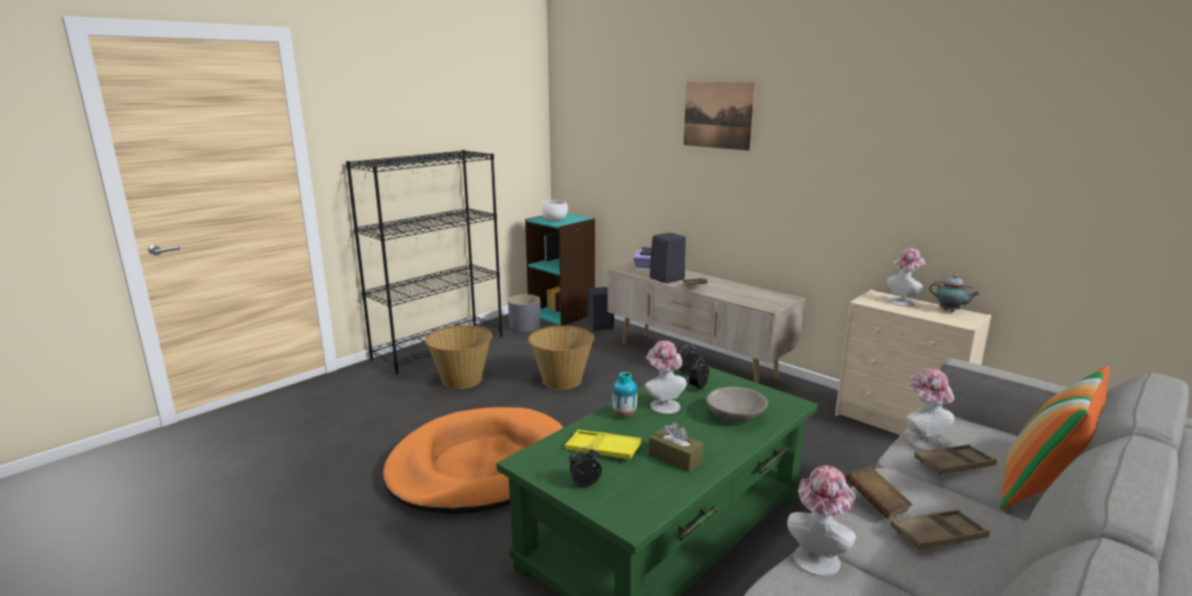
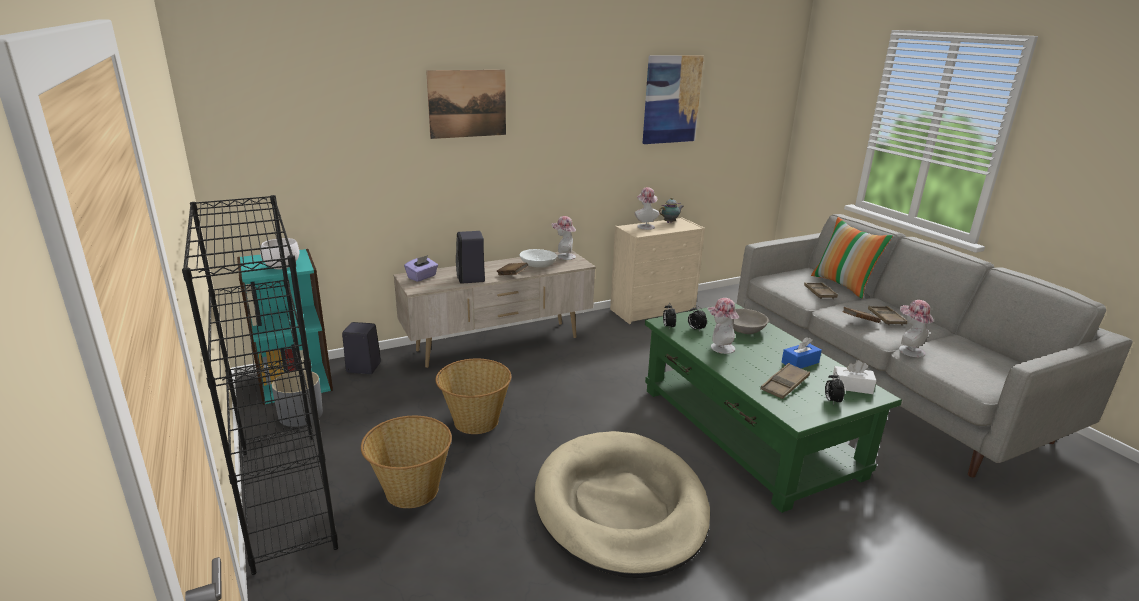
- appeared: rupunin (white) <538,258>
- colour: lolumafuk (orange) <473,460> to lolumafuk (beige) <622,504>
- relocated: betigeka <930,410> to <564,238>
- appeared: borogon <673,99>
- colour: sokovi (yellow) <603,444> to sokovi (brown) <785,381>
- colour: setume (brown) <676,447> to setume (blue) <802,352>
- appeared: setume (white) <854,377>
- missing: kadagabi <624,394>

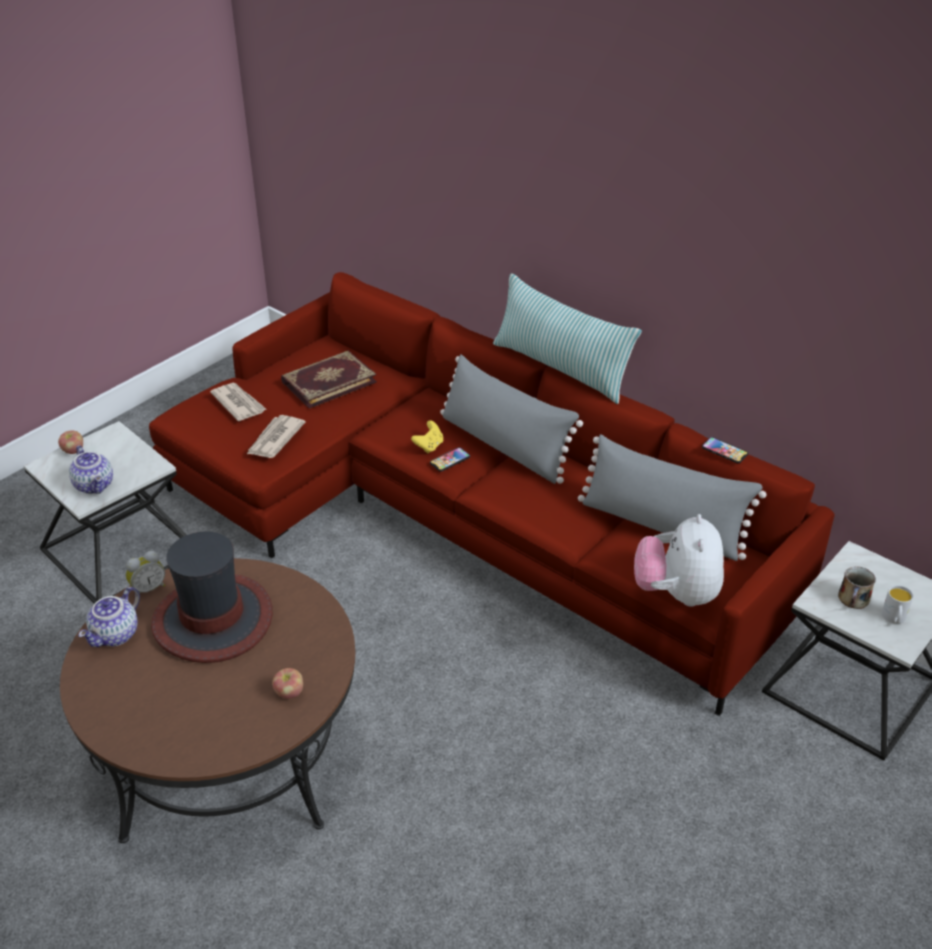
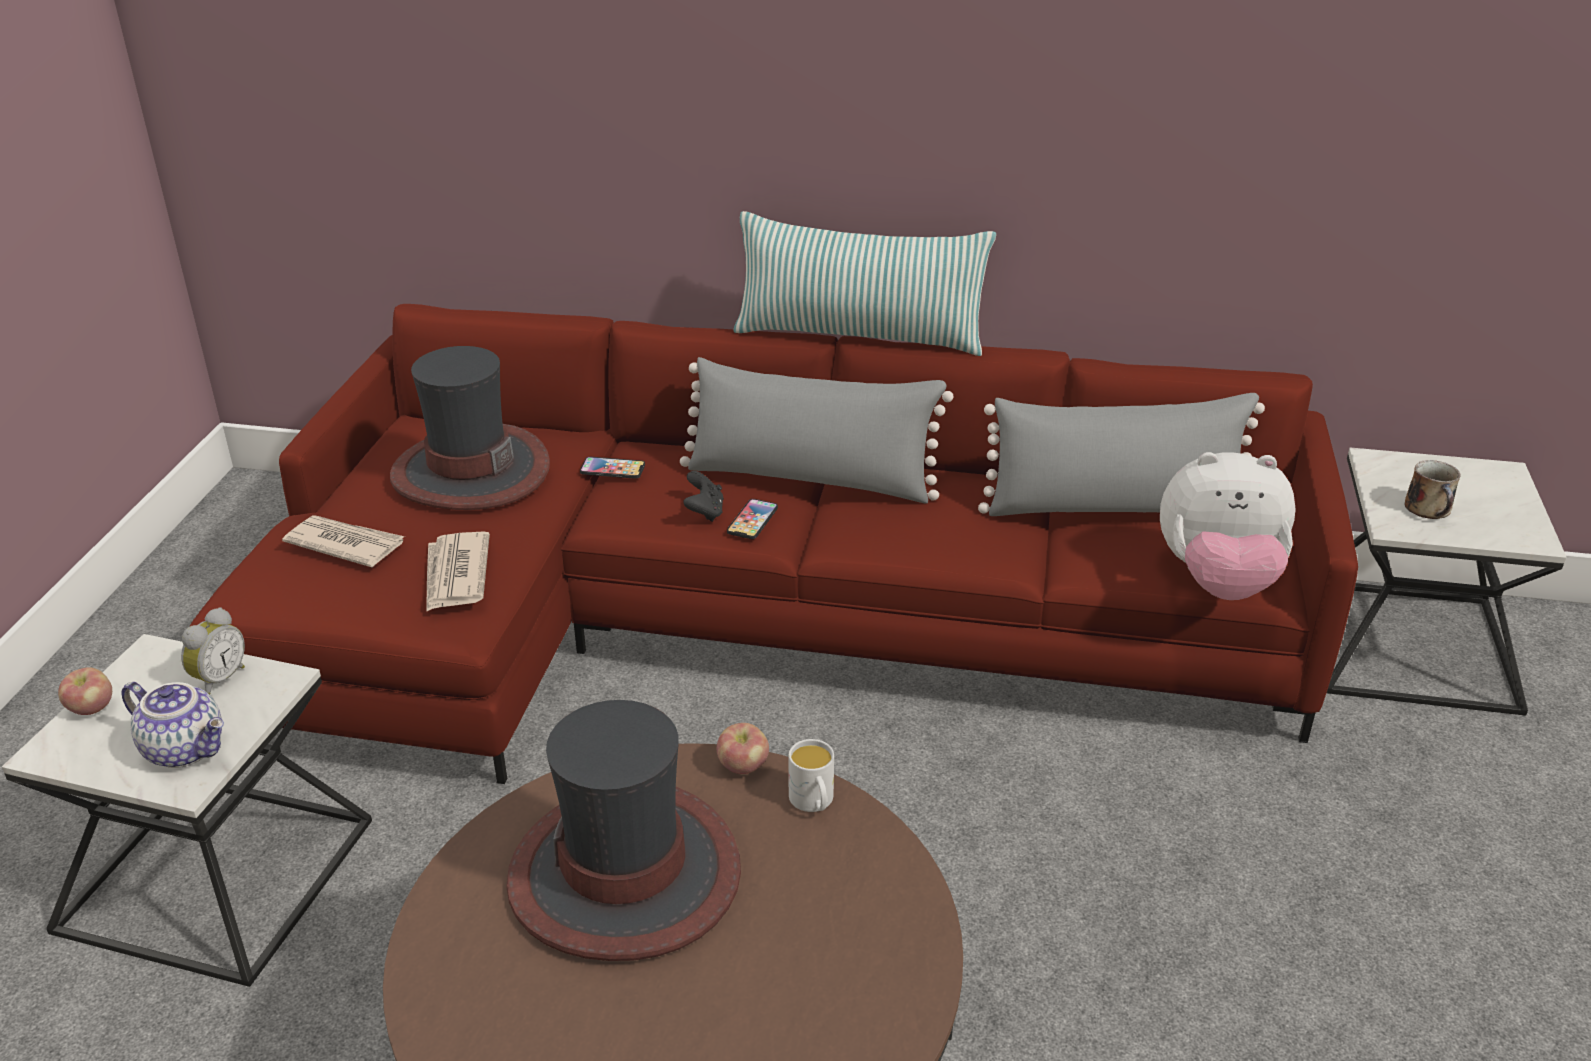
- relocated: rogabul <145,572> to <213,650>
- exchanged: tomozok <329,380> to betigeka <470,428>
- relocated: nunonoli <725,450> to <612,468>
- colour: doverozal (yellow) <427,436> to doverozal (black) <703,496>
- relocated: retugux <287,683> to <743,748>
- relocated: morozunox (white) <898,604> to <811,775>
- spun: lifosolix <679,560> = <1228,526> 60 degrees counterclockwise
- missing: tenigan <109,617>

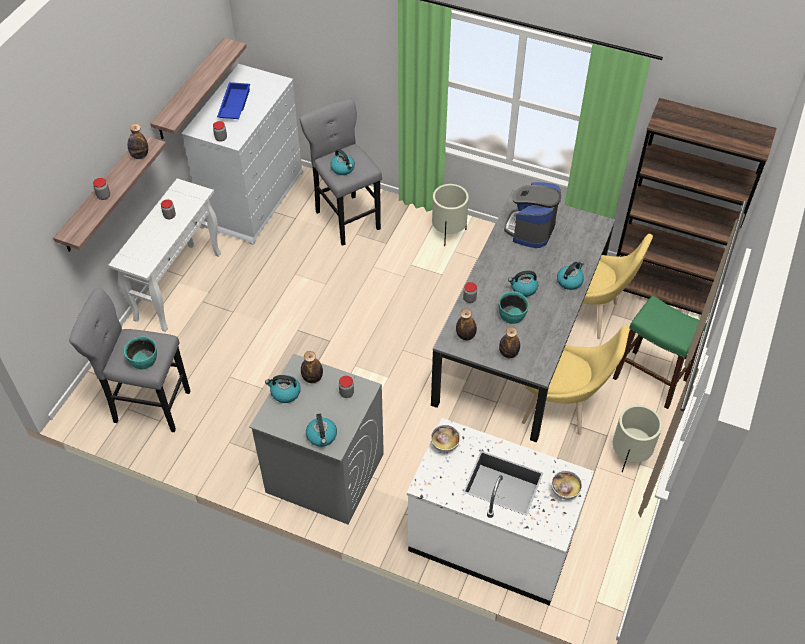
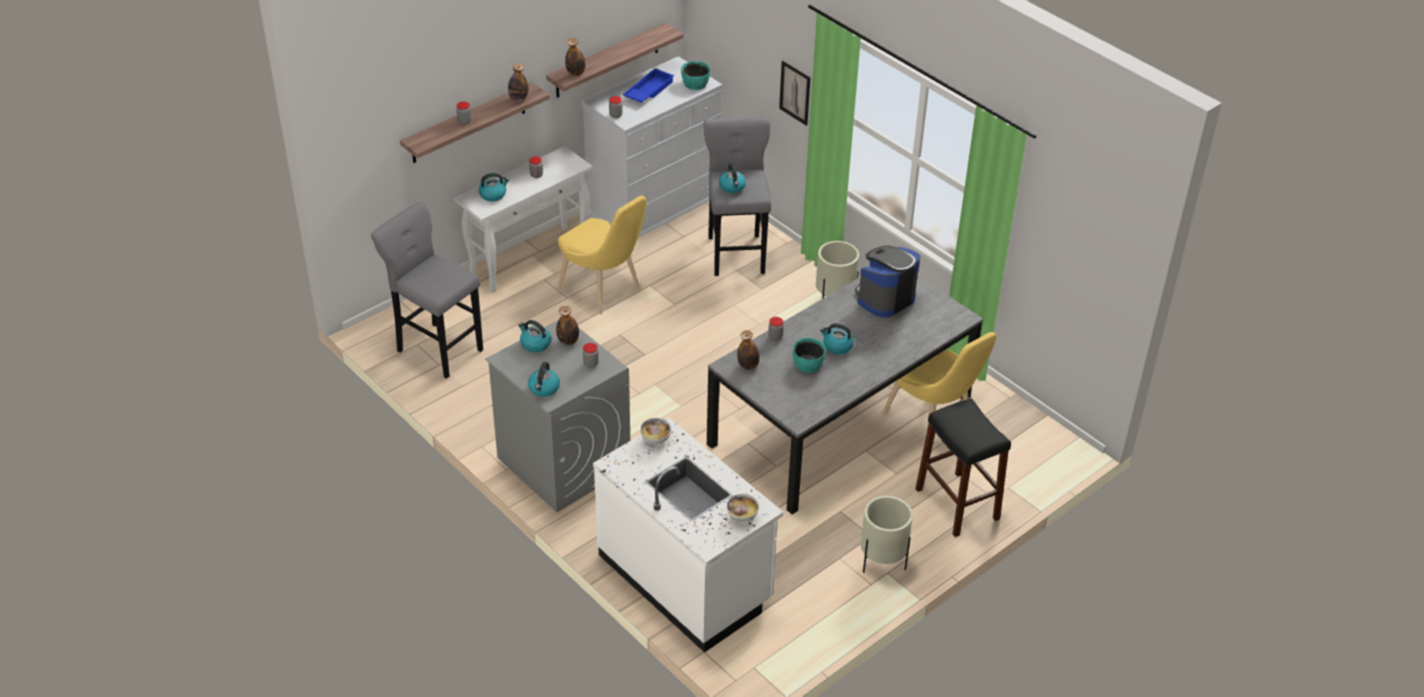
- relocated: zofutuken <570,275> to <494,187>
- relocated: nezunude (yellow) <576,380> to <602,255>
- relocated: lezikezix <509,342> to <575,57>
- relocated: rupunin (turquoise) <140,352> to <696,75>
- appeared: borogon <794,93>
- colour: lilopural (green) <659,352> to lilopural (black) <963,467>
- missing: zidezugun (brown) <696,206>

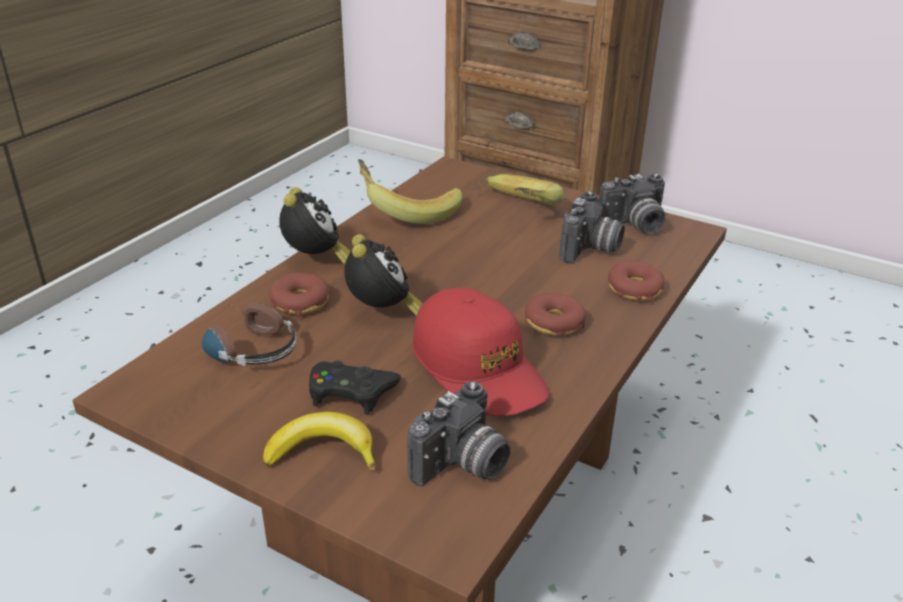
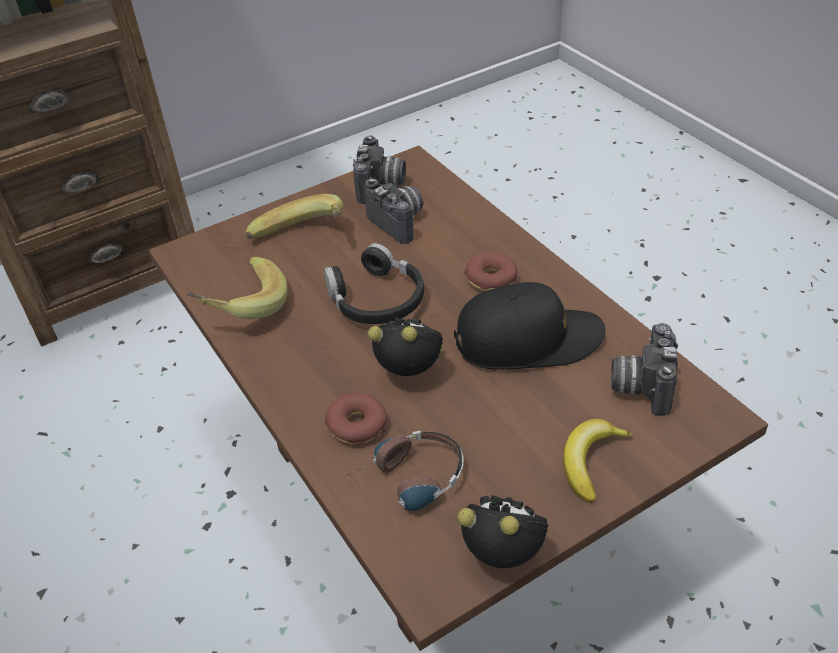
- appeared: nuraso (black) <374,283>
- colour: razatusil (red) <481,352> to razatusil (black) <529,326>
- relocated: rogabul <315,226> to <502,531>
- spun: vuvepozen <459,434> = <644,369> 150 degrees counterclockwise
- missing: doverozal (black) <355,388>
- missing: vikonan <636,281>

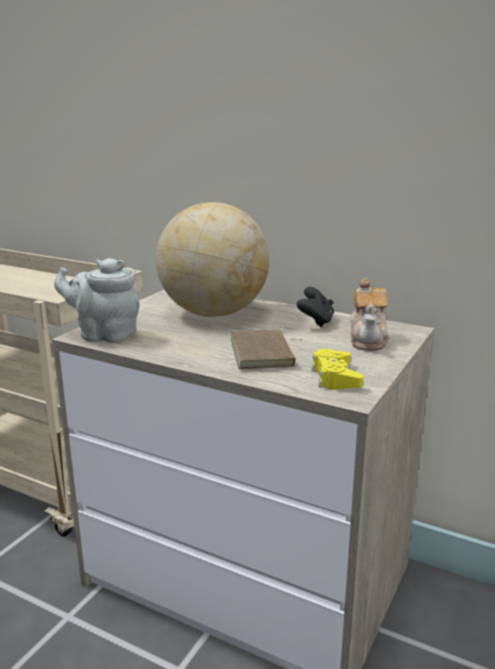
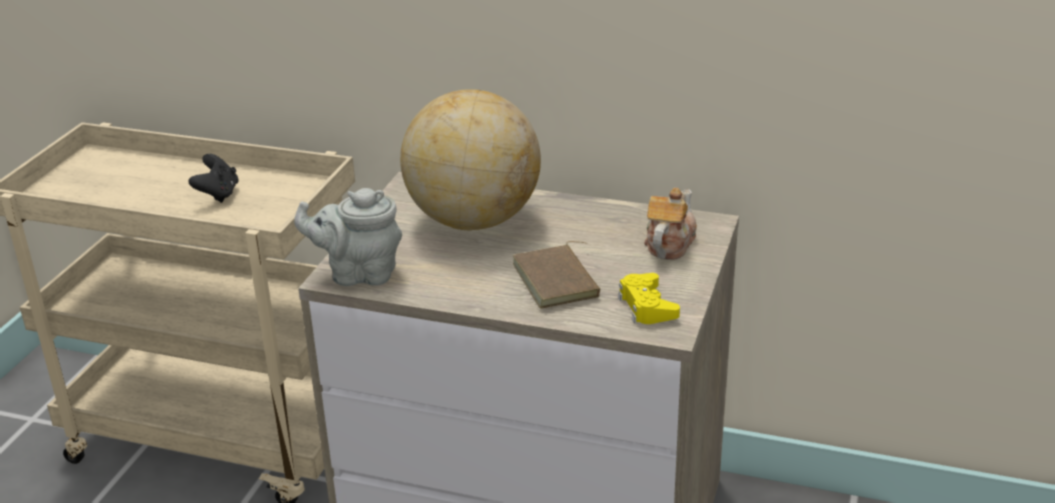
- relocated: doverozal (black) <315,307> to <214,178>
- spun: tenigan <369,314> = <670,224> 150 degrees counterclockwise

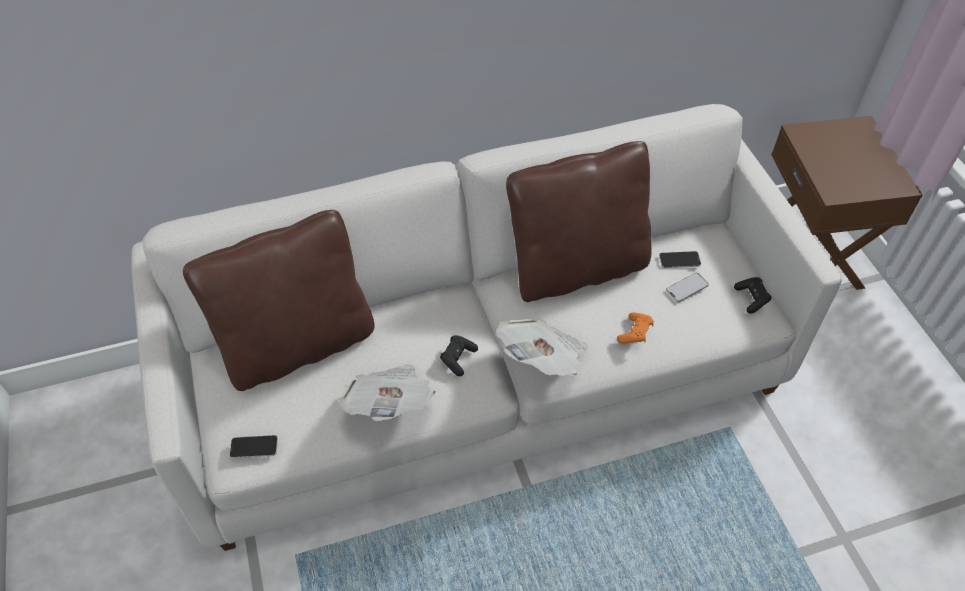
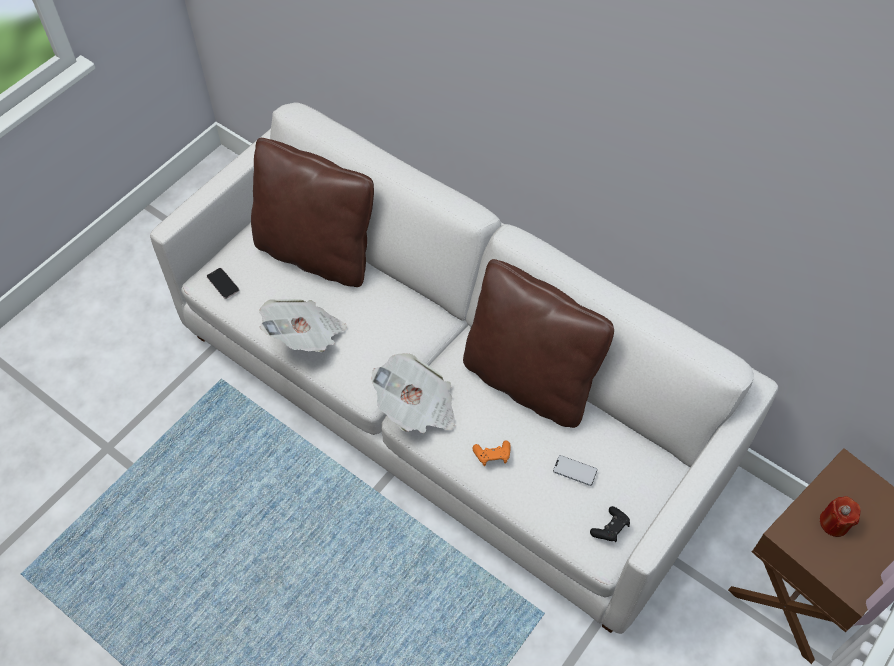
- appeared: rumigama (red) <840,516>
- missing: doverozal (black) <459,355>
- missing: nunonoli <680,259>

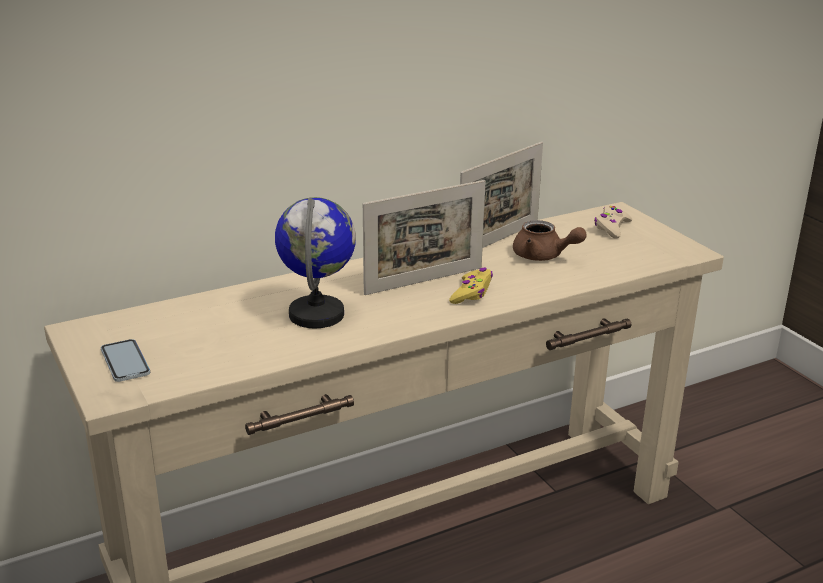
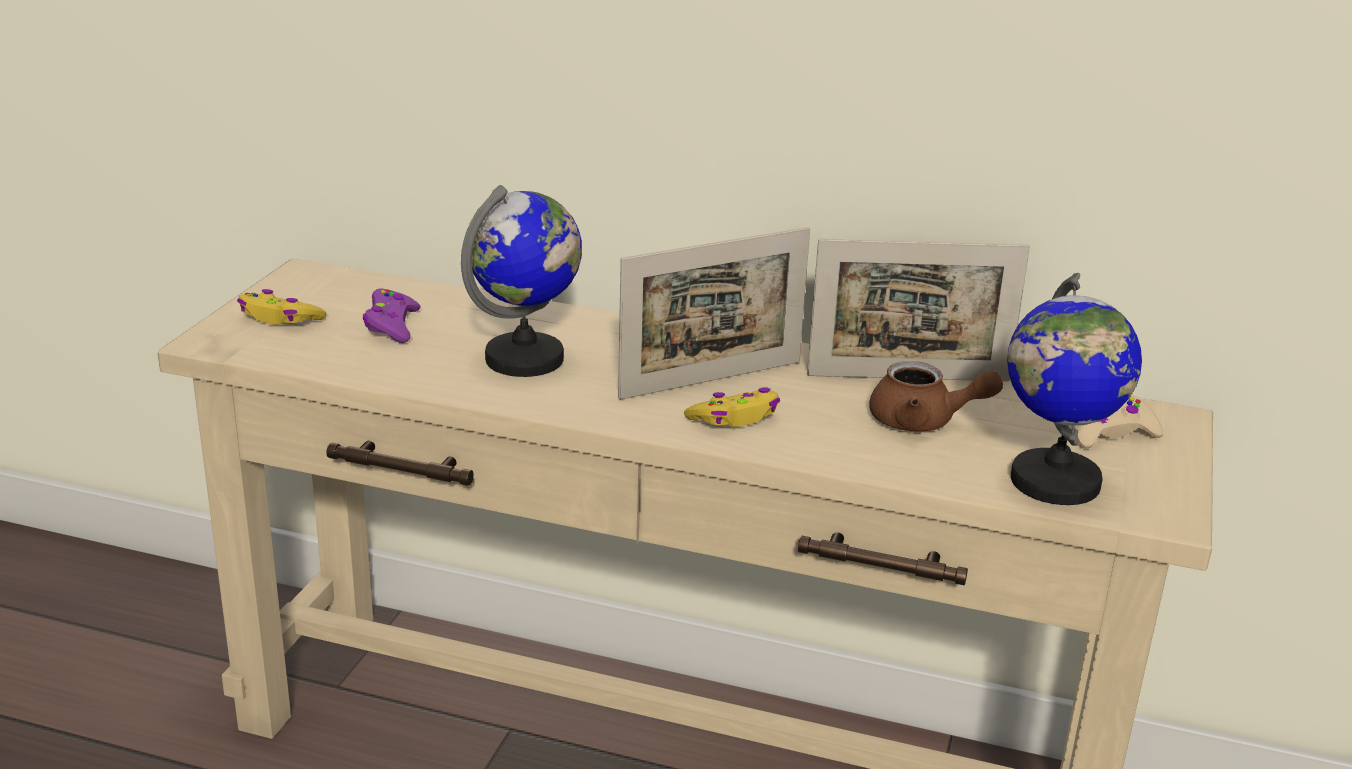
- exchanged: nunonoli <125,360> to doverozal (yellow) <281,307>
- appeared: doverozal (purple) <392,315>
- spun: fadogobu <424,237> = <714,313> 45 degrees counterclockwise
- spun: tenigan (brown) <550,240> = <936,396> 60 degrees counterclockwise
- appeared: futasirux <1074,389>

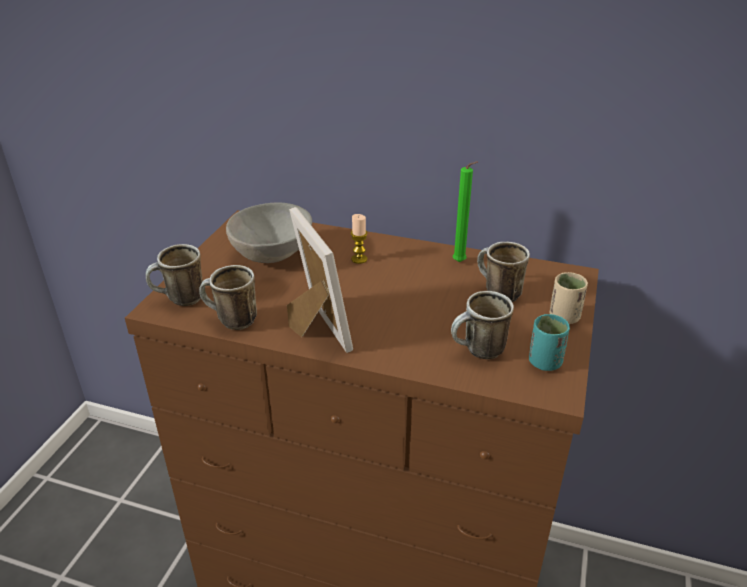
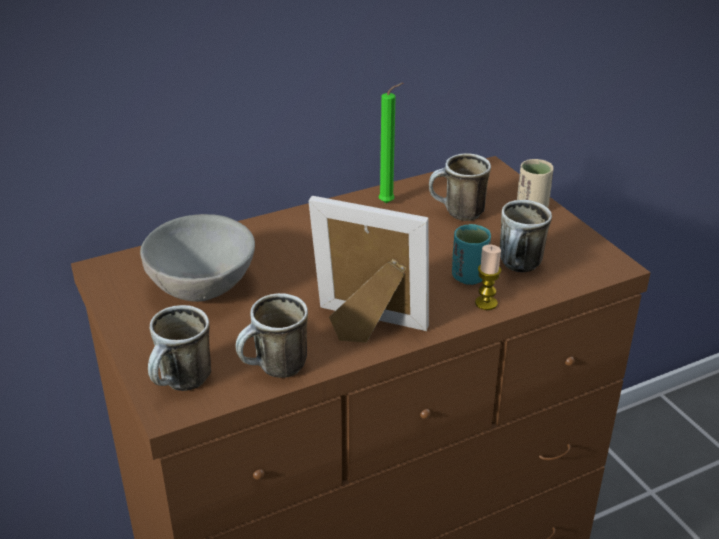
- relocated: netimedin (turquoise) <549,342> to <471,254>
- relocated: rumigama <359,239> to <488,277>

